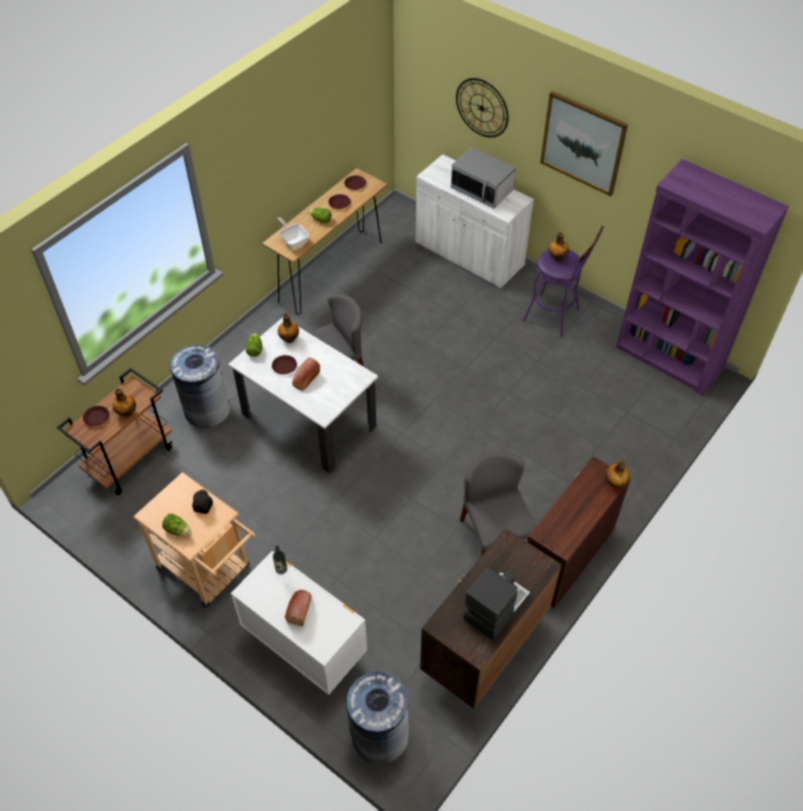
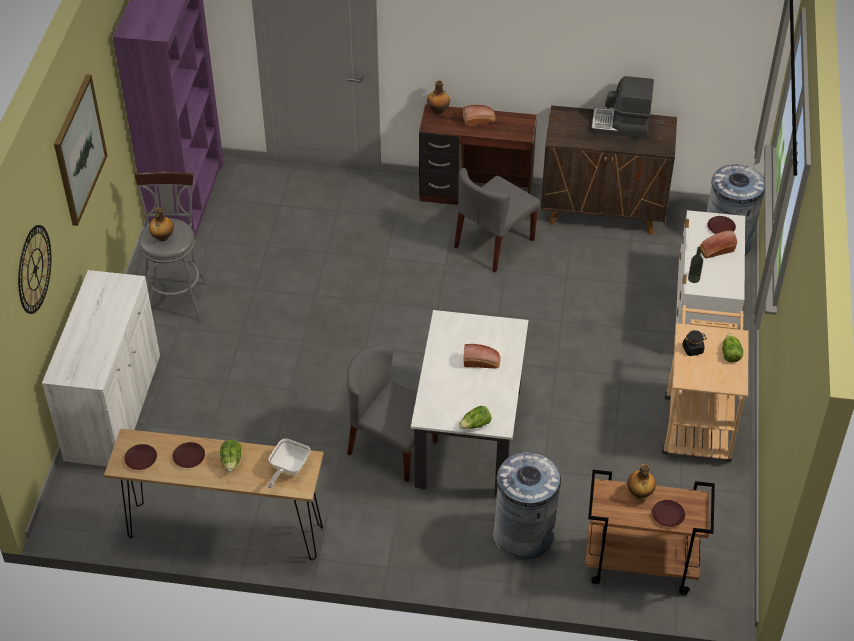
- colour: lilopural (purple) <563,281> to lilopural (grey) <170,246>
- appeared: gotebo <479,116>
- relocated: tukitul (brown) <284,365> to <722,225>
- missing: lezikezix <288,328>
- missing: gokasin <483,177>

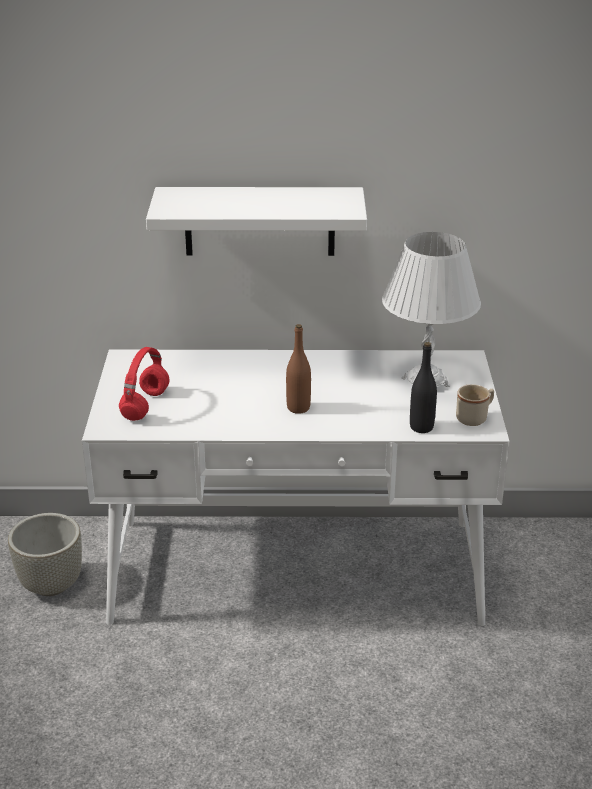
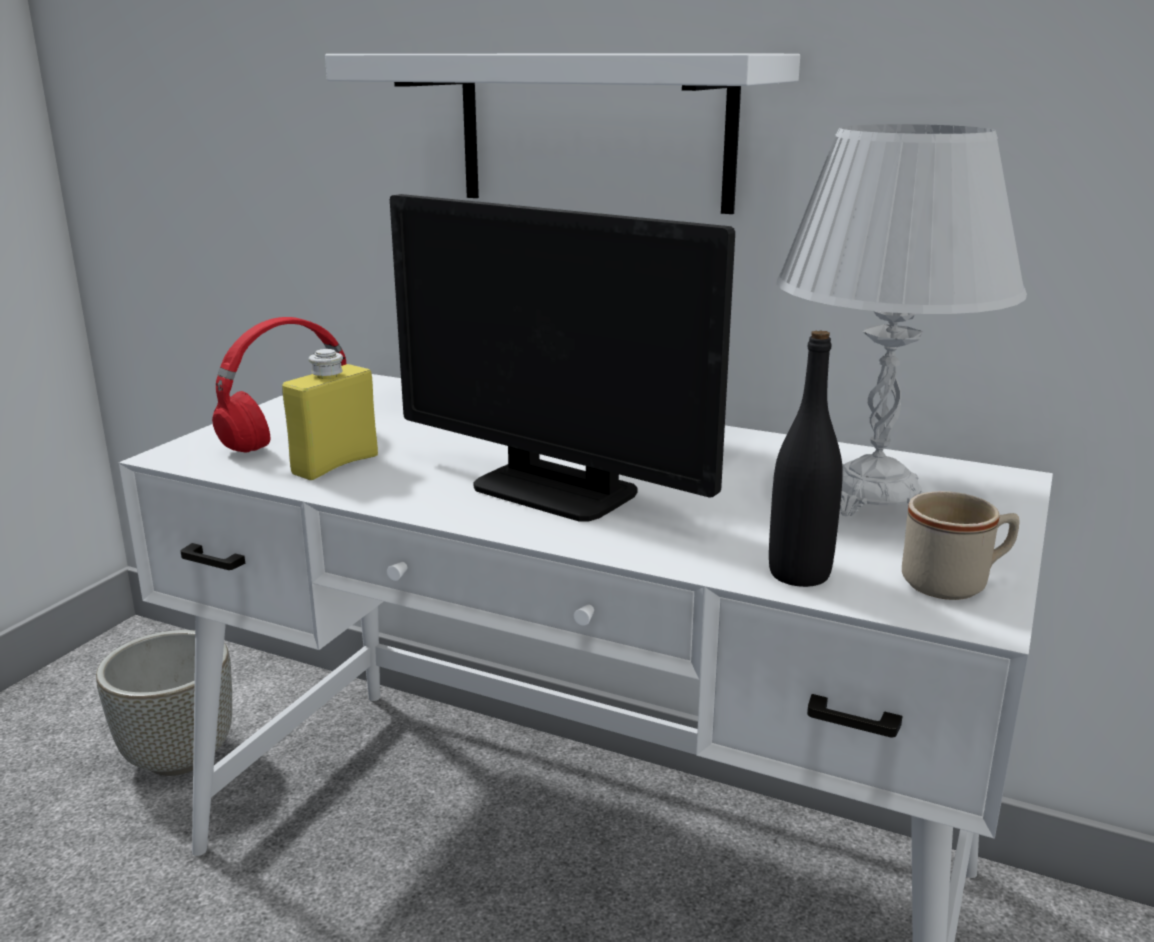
- appeared: lezikezix (yellow) <330,414>
- exchanged: lezikezix (brown) <298,369> to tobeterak <562,357>

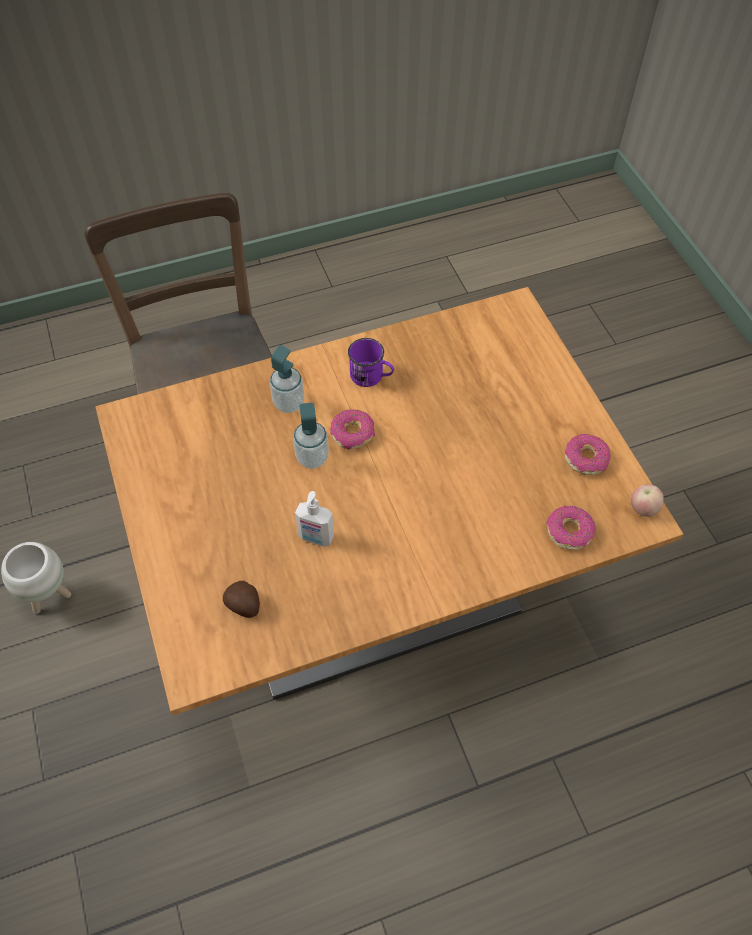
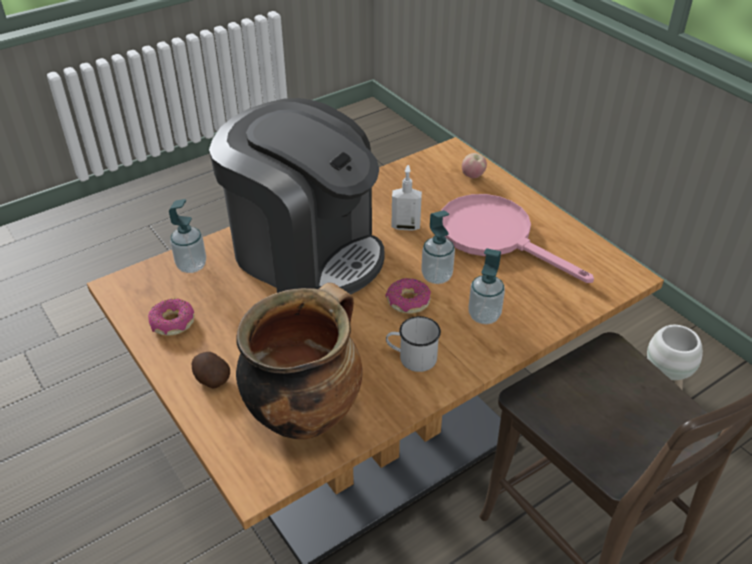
- exchanged: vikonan <571,528> to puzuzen <187,236>
- relocated: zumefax <241,599> to <211,370>
- appeared: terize <297,196>
- appeared: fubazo <299,361>
- colour: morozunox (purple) <371,362> to morozunox (white) <413,344>
- appeared: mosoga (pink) <517,238>
- relocated: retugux <647,500> to <474,165>

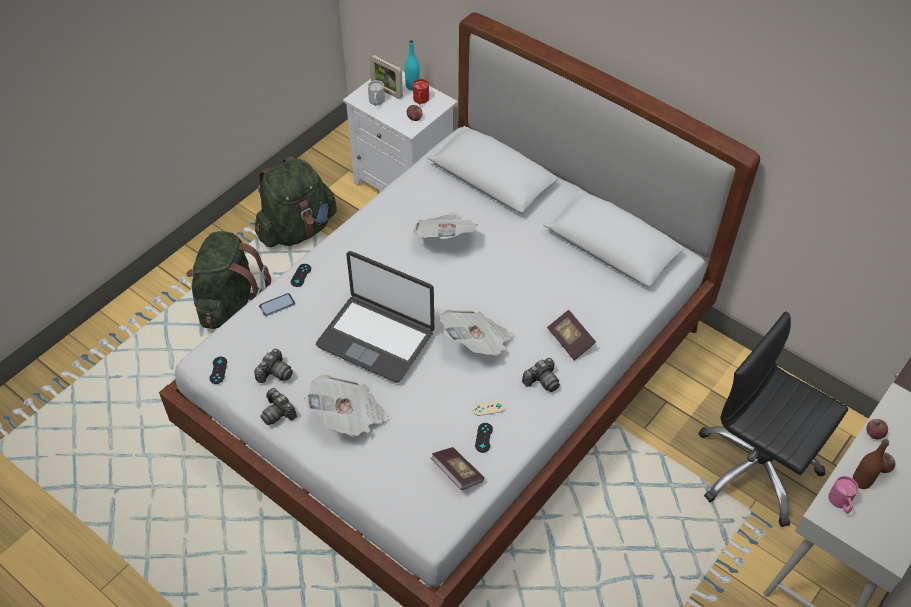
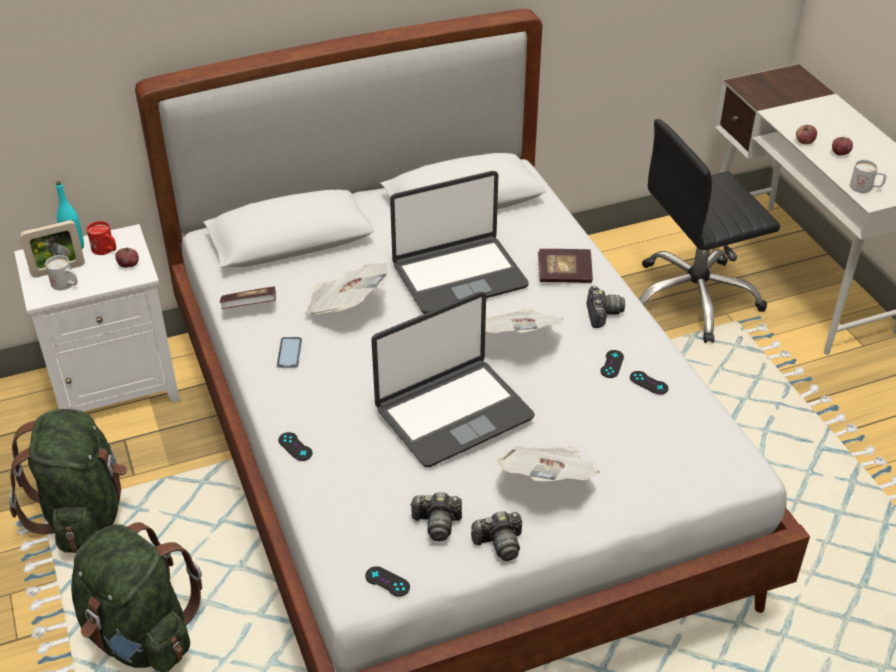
- relocated: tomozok <457,468> to <248,298>
- relocated: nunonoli <277,304> to <289,352>
- appeared: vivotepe <459,242>
- spun: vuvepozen <273,366> = <436,516> 120 degrees clockwise
- colour: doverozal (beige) <489,408> to doverozal (black) <612,364>
- colour: morozunox (pink) <843,494> to morozunox (white) <868,176>
- missing: lezikezix (brown) <871,464>

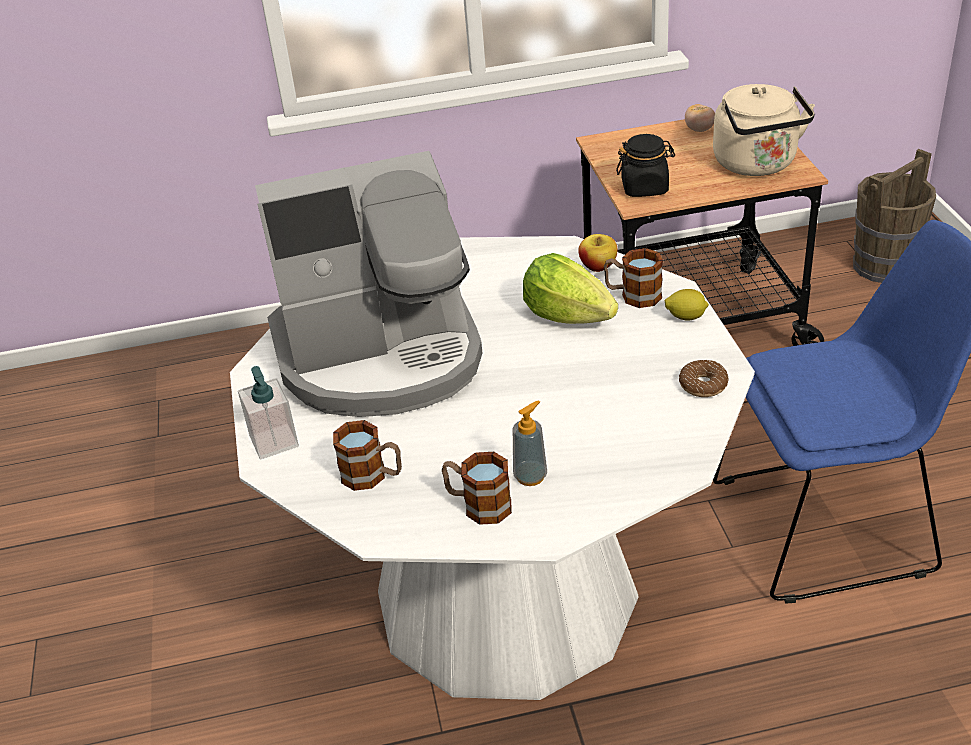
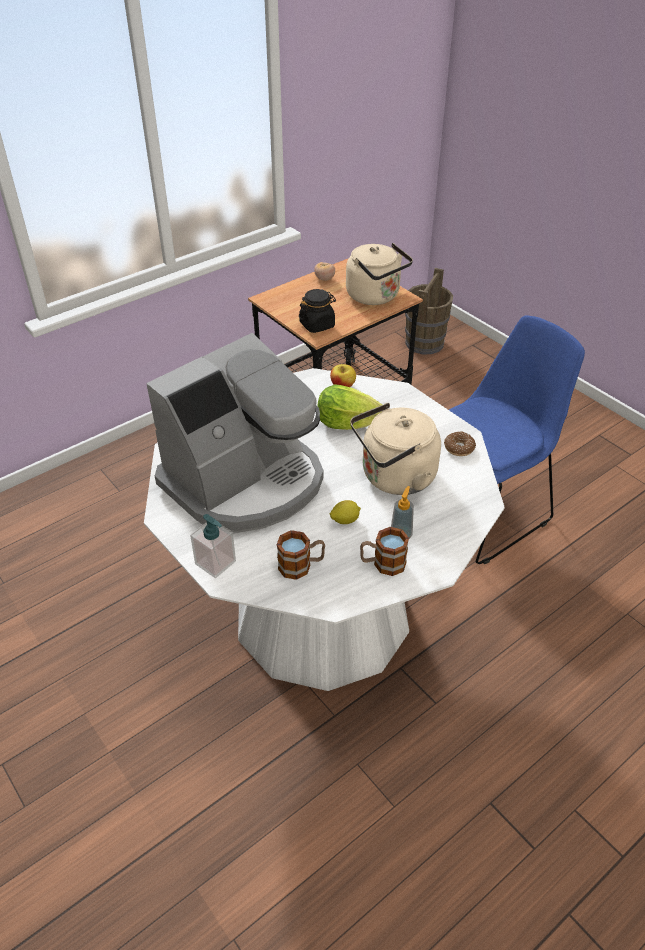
- relocated: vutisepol <687,305> to <345,512>
- appeared: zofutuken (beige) <395,449>
- missing: morozunox <633,278>

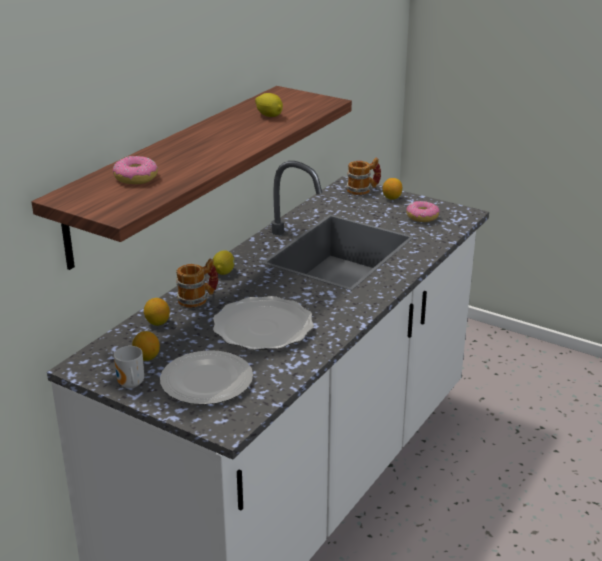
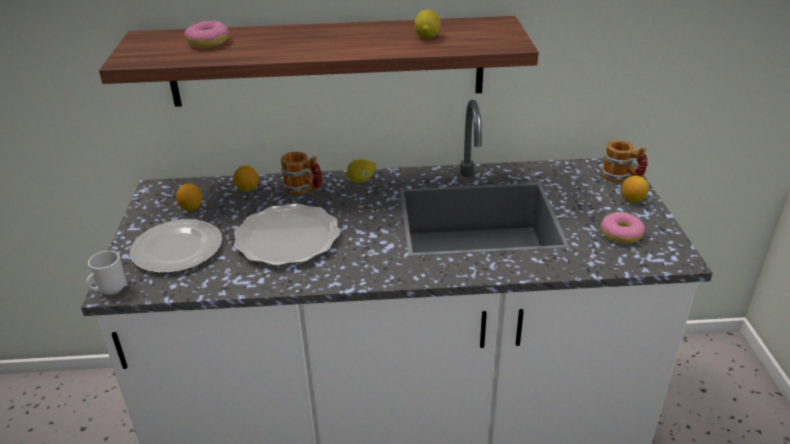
- relocated: morozunox <129,367> to <106,273>

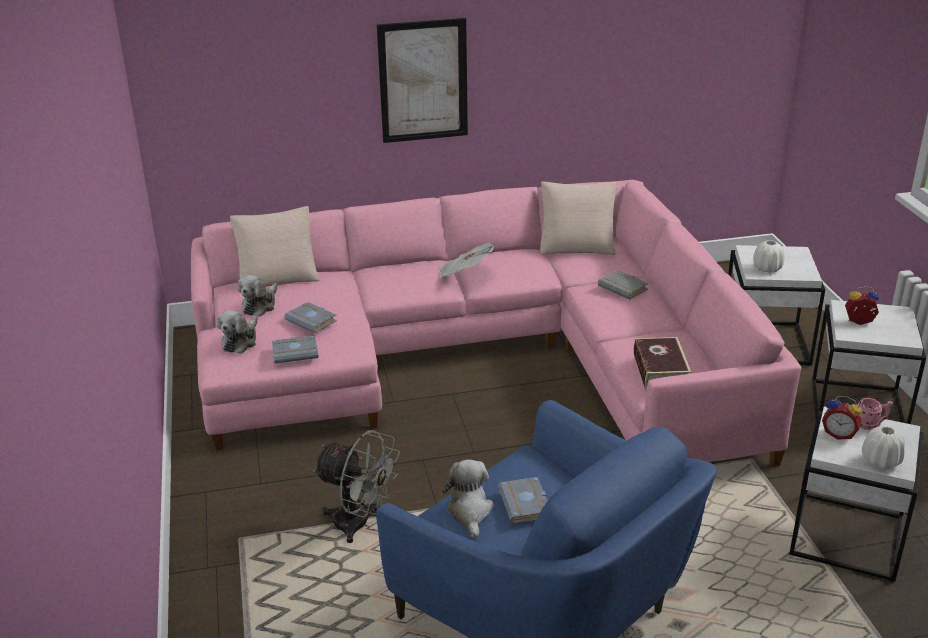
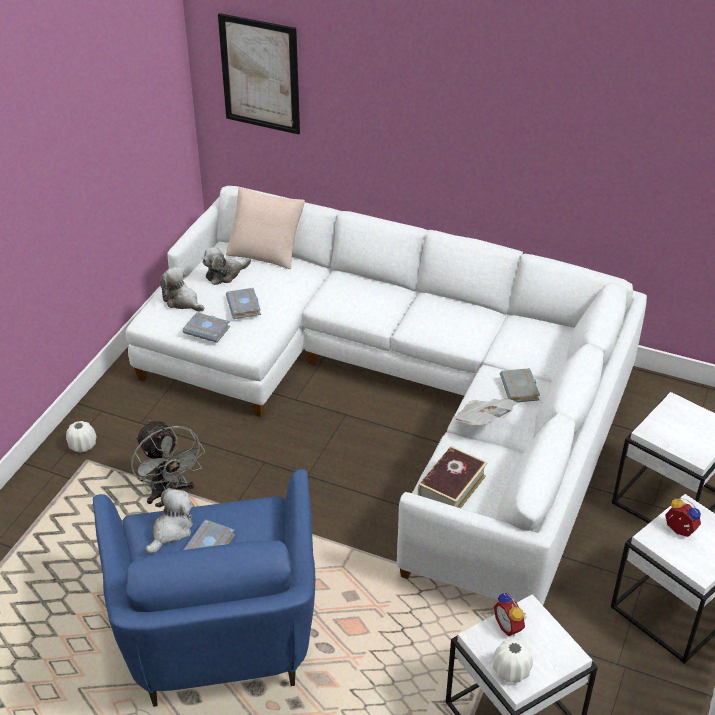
- relocated: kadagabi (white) <769,256> to <81,437>
- colour: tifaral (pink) <496,323> to tifaral (white) <386,395>
- spun: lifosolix <237,332> = <181,289> 75 degrees clockwise
- relocated: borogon <422,80> to <259,73>
- relocated: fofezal <466,260> to <485,412>
- missing: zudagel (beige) <578,218>
- missing: morozunox (pink) <874,414>

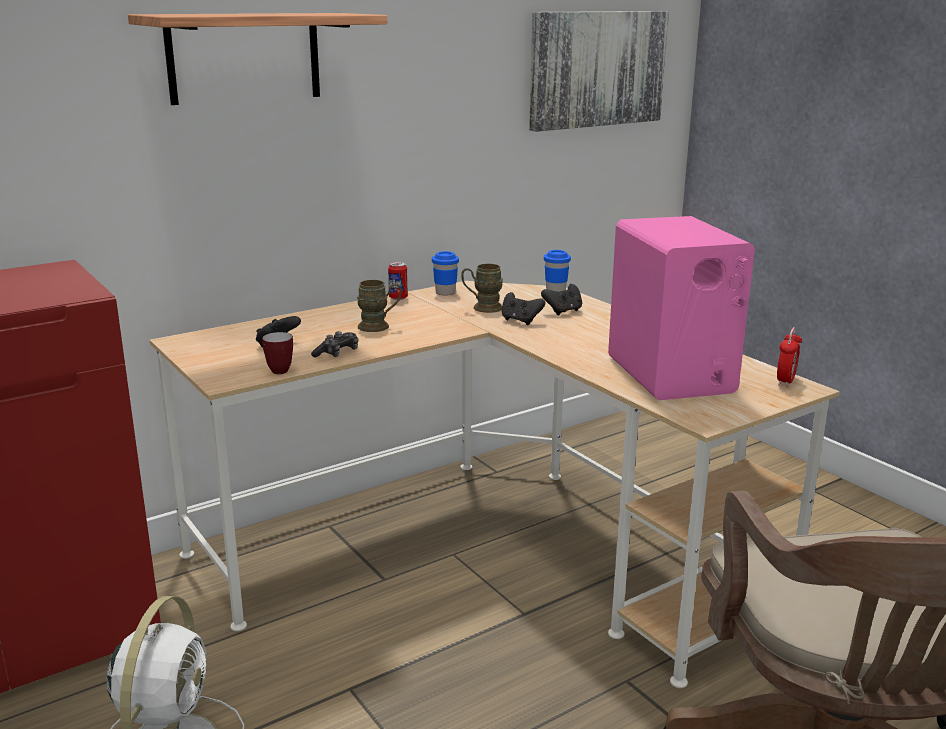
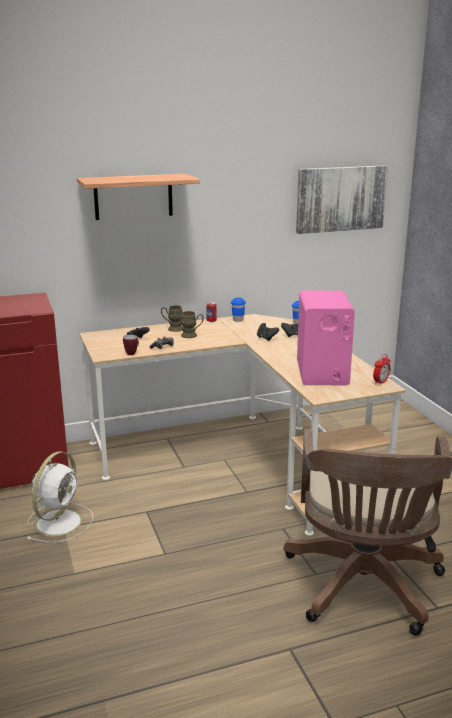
- relocated: morozunox (brown) <482,288> to <172,318>

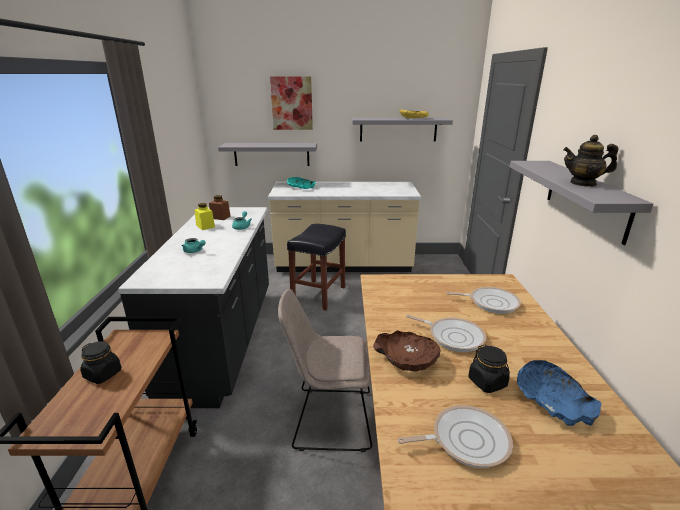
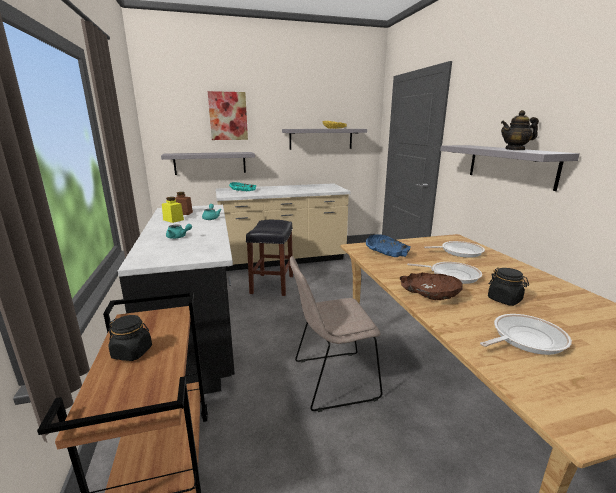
- relocated: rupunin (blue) <559,393> to <388,245>

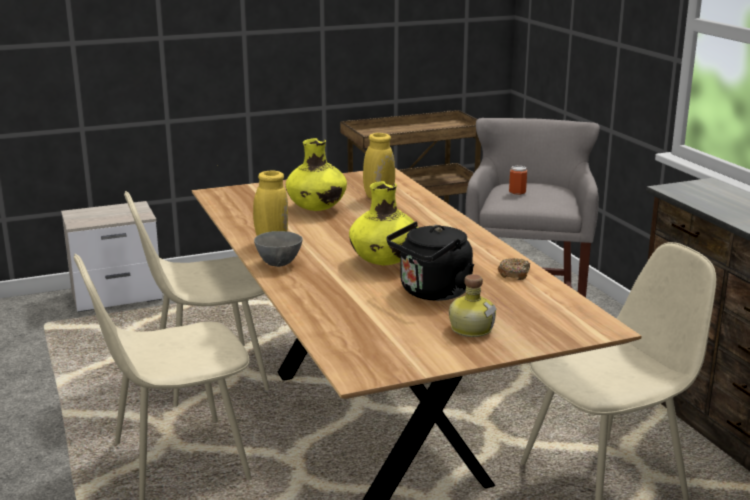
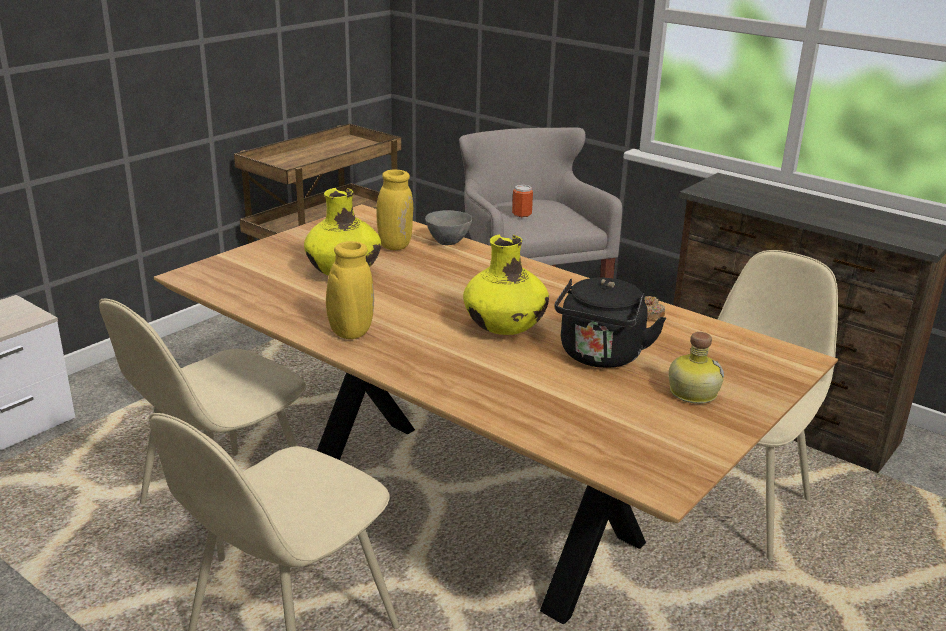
- relocated: rupunin (grey) <278,249> to <449,227>

